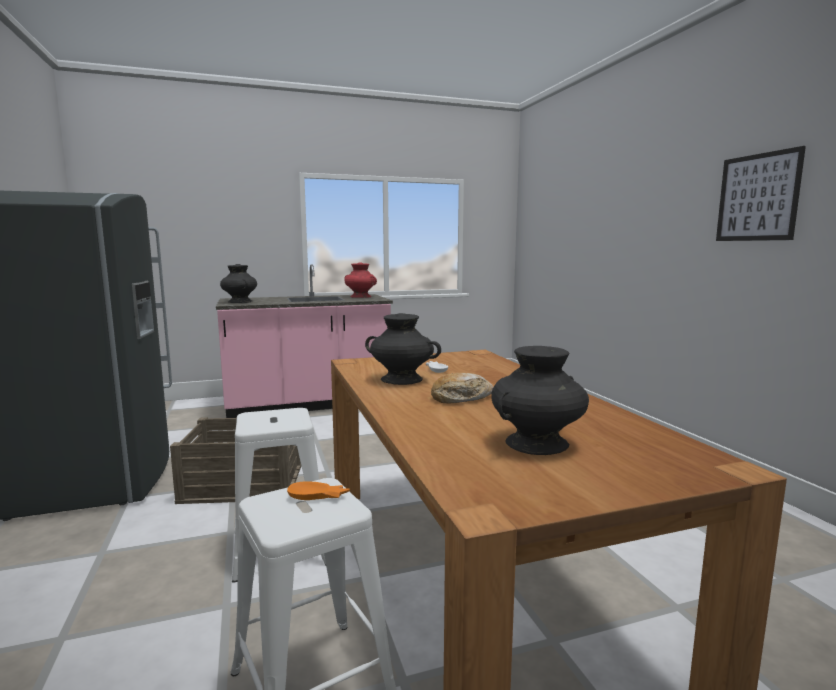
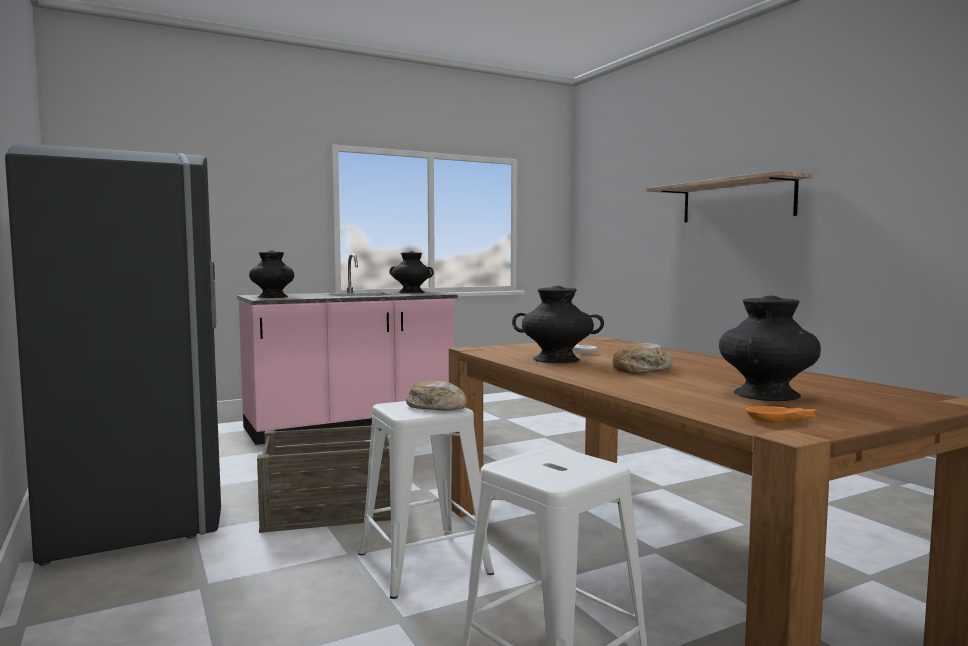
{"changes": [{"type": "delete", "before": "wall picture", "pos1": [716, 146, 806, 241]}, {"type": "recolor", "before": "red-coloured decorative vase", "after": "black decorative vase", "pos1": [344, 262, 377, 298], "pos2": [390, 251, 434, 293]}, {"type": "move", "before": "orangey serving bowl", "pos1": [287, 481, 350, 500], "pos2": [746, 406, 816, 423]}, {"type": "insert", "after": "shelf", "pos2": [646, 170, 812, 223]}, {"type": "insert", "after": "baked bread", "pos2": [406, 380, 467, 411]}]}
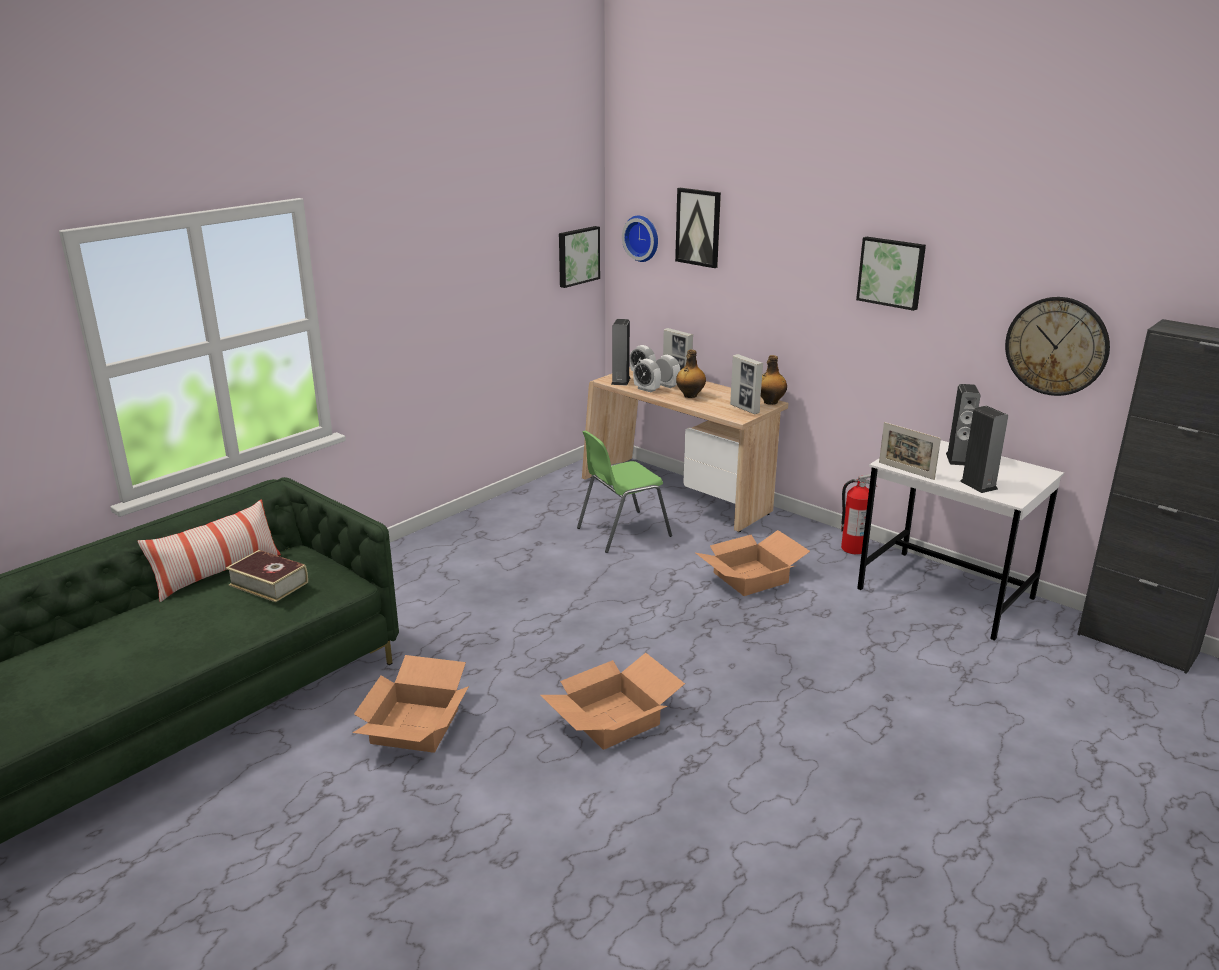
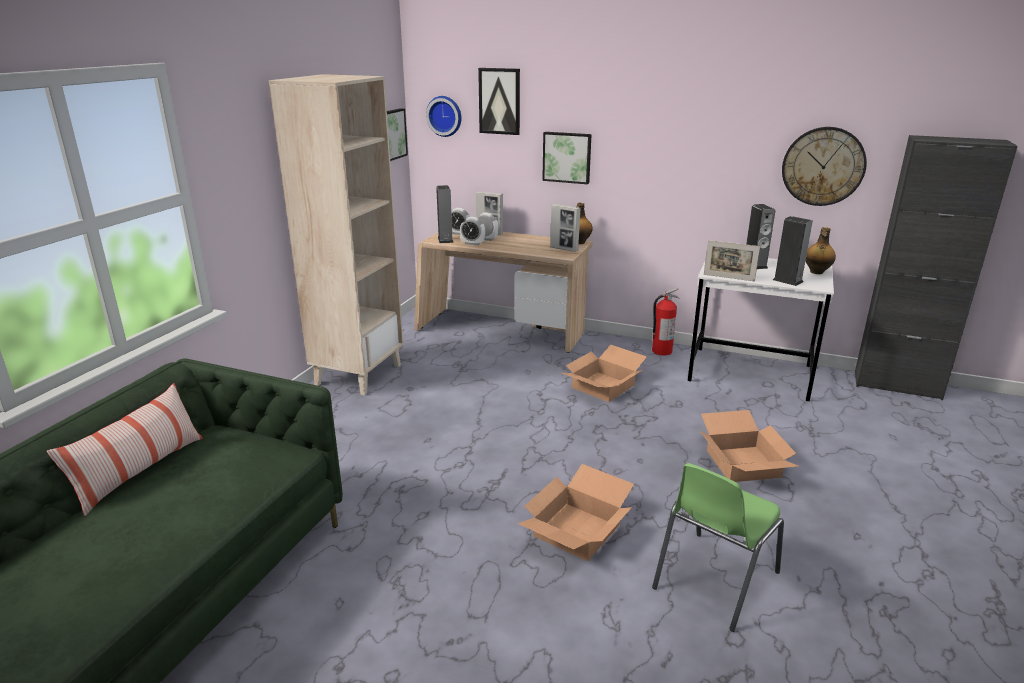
{"changes": [{"type": "move", "before": "wall picture", "pos1": [856, 237, 926, 311], "pos2": [542, 132, 592, 184]}, {"type": "move", "before": "drink bottle", "pos1": [676, 350, 706, 398], "pos2": [806, 227, 836, 274]}, {"type": "move", "before": "green-coloured upright chair", "pos1": [577, 430, 672, 553], "pos2": [652, 463, 784, 632]}, {"type": "delete", "before": "book", "pos1": [226, 550, 308, 602]}, {"type": "move", "before": "carton", "pos1": [353, 655, 469, 753], "pos2": [700, 410, 799, 482]}, {"type": "insert", "after": "beige bookshelf", "pos2": [269, 74, 403, 395]}]}
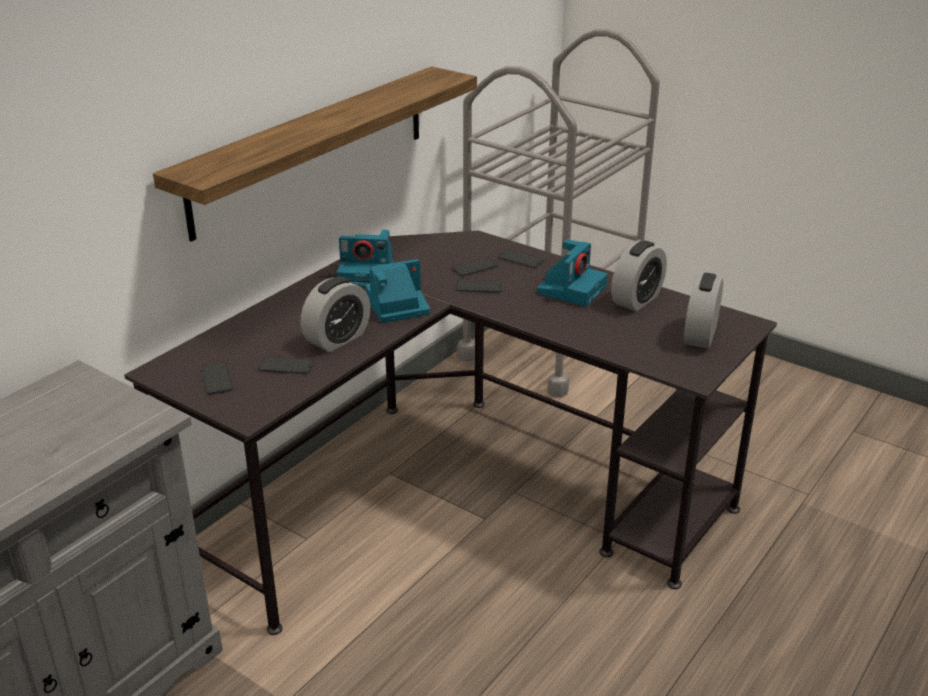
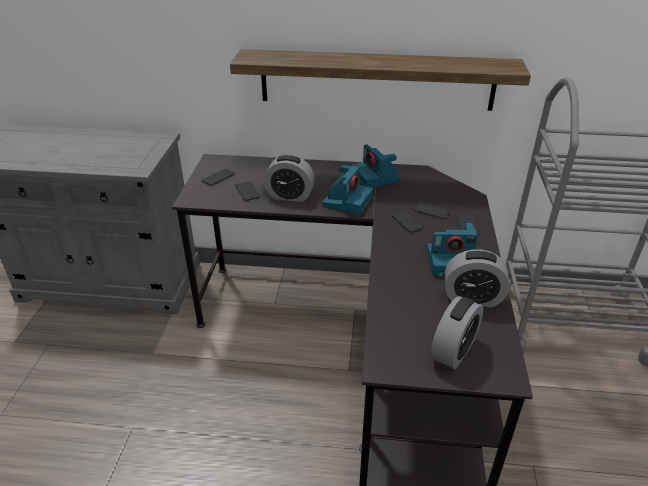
{"changes": [{"type": "rotate", "before": "still camera", "pos1": [365, 259, 430, 323], "pos2": [322, 165, 373, 215], "turn": 75}, {"type": "rotate", "before": "alarm clock", "pos1": [684, 273, 723, 348], "pos2": [431, 296, 483, 369], "turn": 135}]}
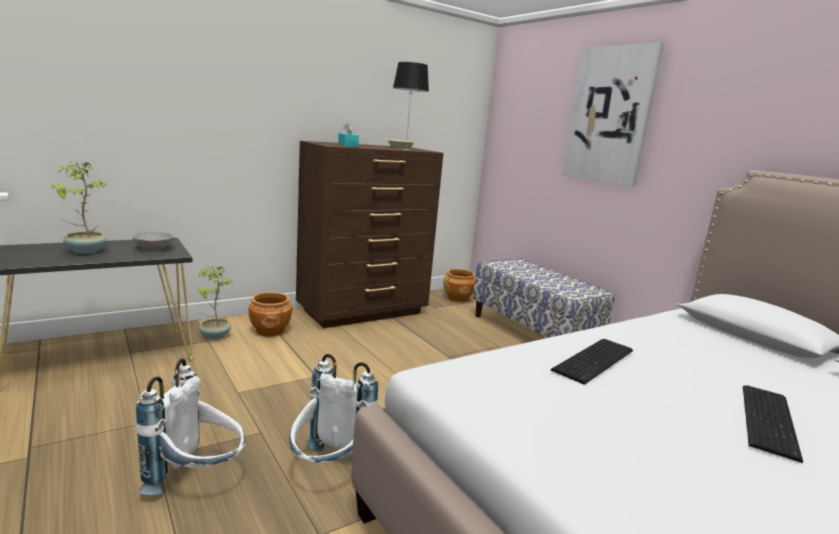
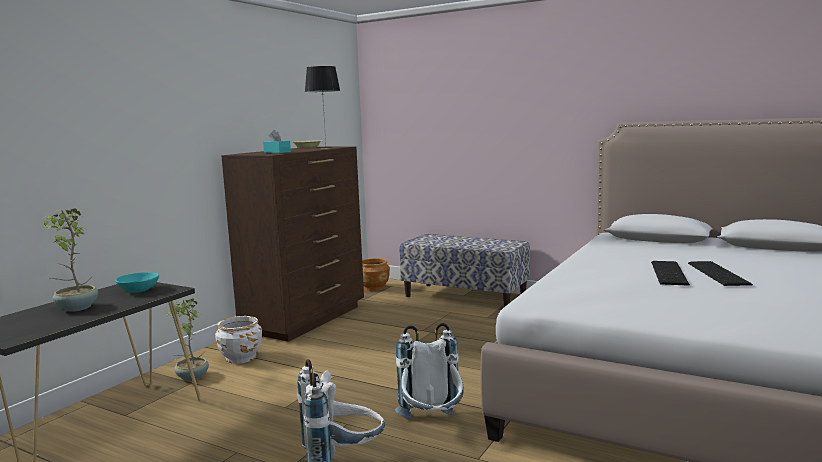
{"changes": [{"type": "delete", "before": "wall picture", "pos1": [562, 42, 664, 187]}, {"type": "recolor", "before": "gray serving bowl", "after": "blue-green serving bowl", "pos1": [132, 232, 174, 250], "pos2": [115, 272, 159, 293]}, {"type": "recolor", "before": "brown plant pot", "after": "white-coloured plant pot", "pos1": [248, 292, 293, 337], "pos2": [215, 316, 262, 364]}, {"type": "move", "before": "computer keyboard", "pos1": [551, 339, 633, 385], "pos2": [651, 261, 690, 286]}]}
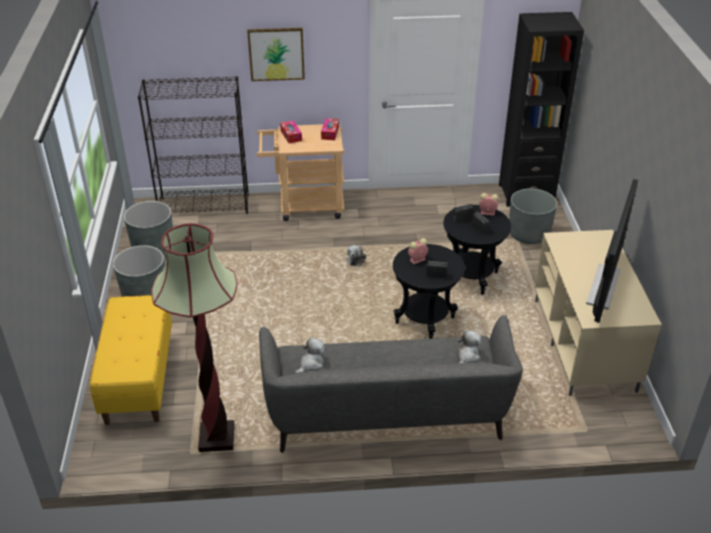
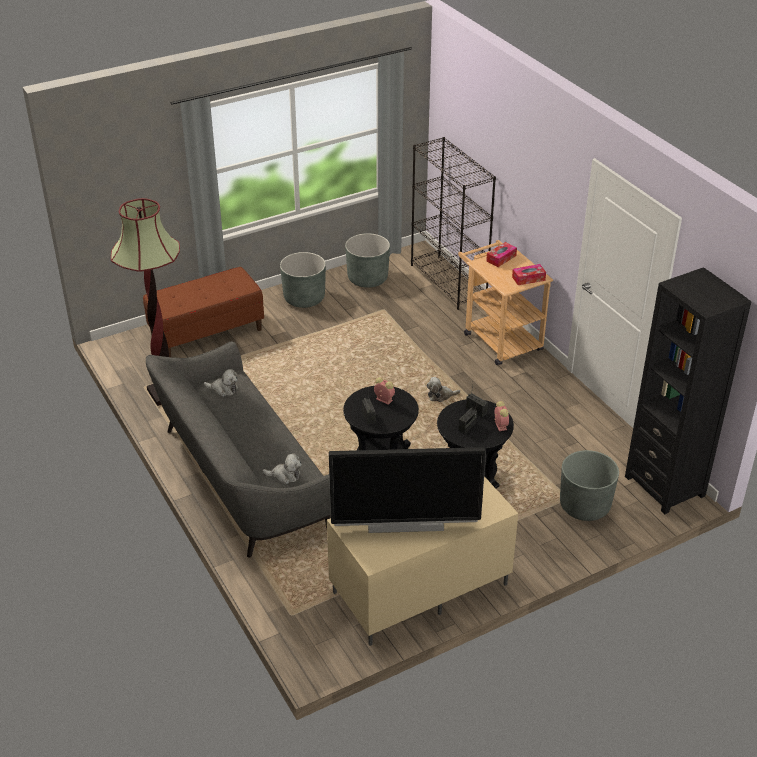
{"changes": [{"type": "delete", "before": "wall picture", "pos1": [247, 28, 305, 81]}, {"type": "recolor", "before": "yellowish long seat", "after": "brown long seat", "pos1": [90, 295, 172, 425], "pos2": [143, 267, 264, 357]}]}
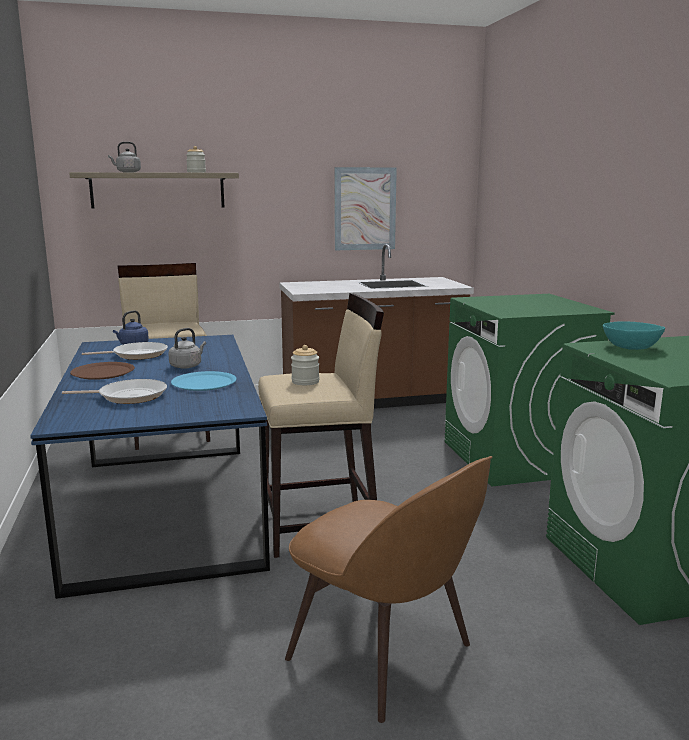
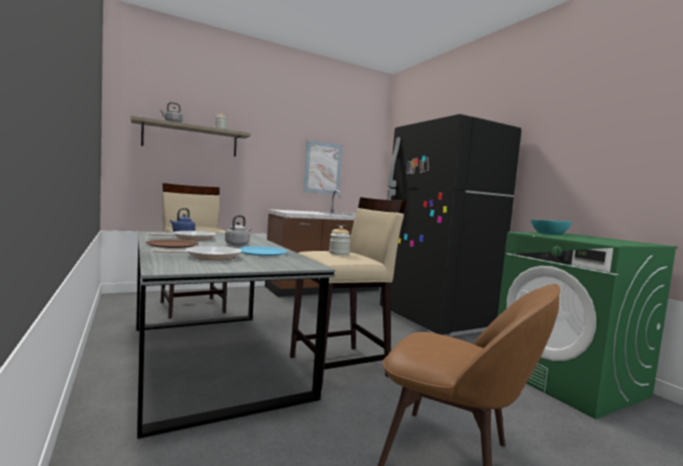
{"changes": [{"type": "replace", "before": "green-coloured laundry machine", "after": "black kitchen fridge", "pos1": [445, 294, 615, 486], "pos2": [380, 114, 521, 336]}, {"type": "recolor", "before": "blue-coloured dinner table", "after": "gray dinner table", "pos1": [30, 335, 270, 599], "pos2": [136, 231, 335, 439]}]}
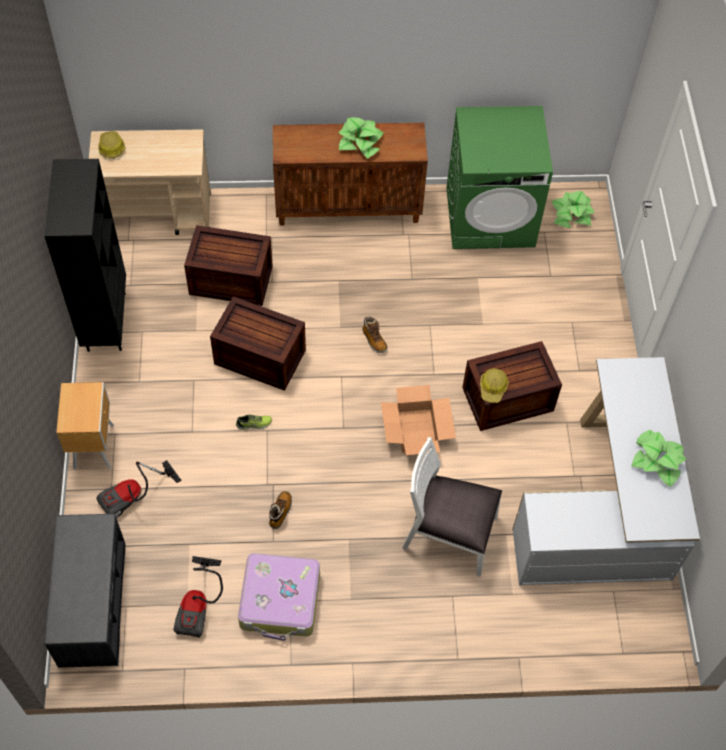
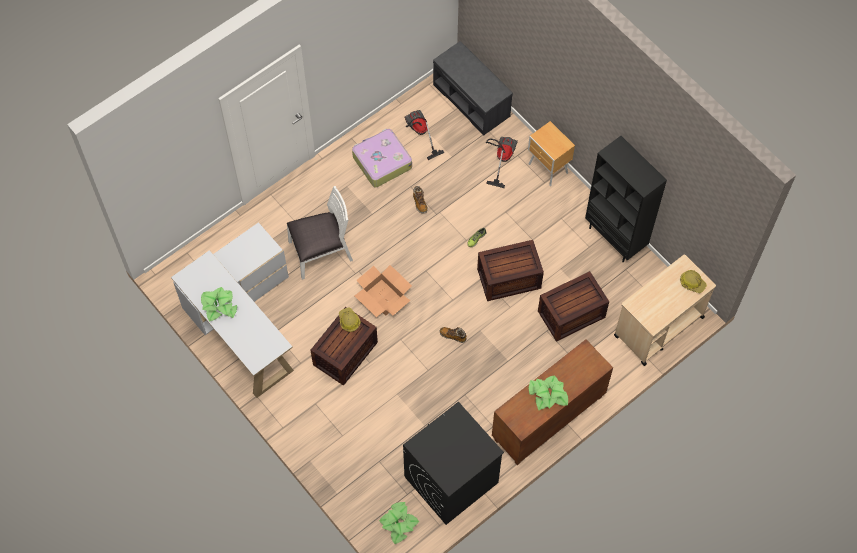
{"changes": [{"type": "recolor", "before": "green-coloured laundry machine", "after": "black laundry machine", "pos1": [447, 106, 553, 249], "pos2": [403, 402, 504, 525]}]}
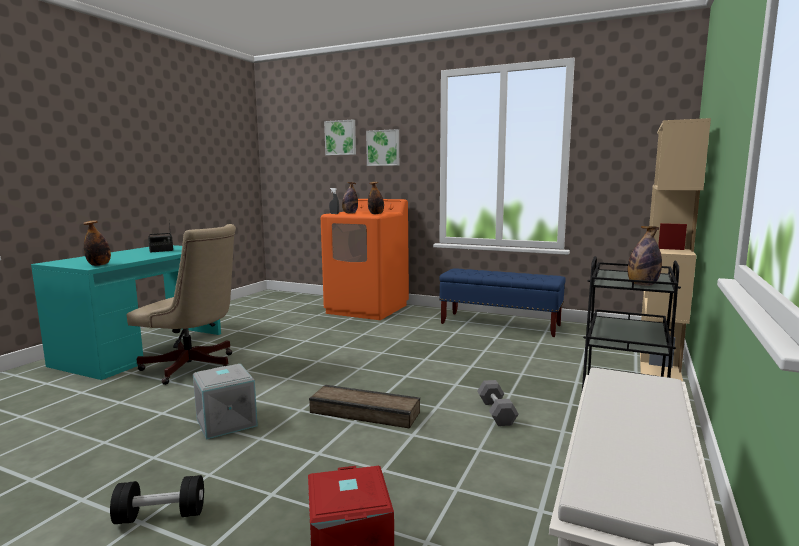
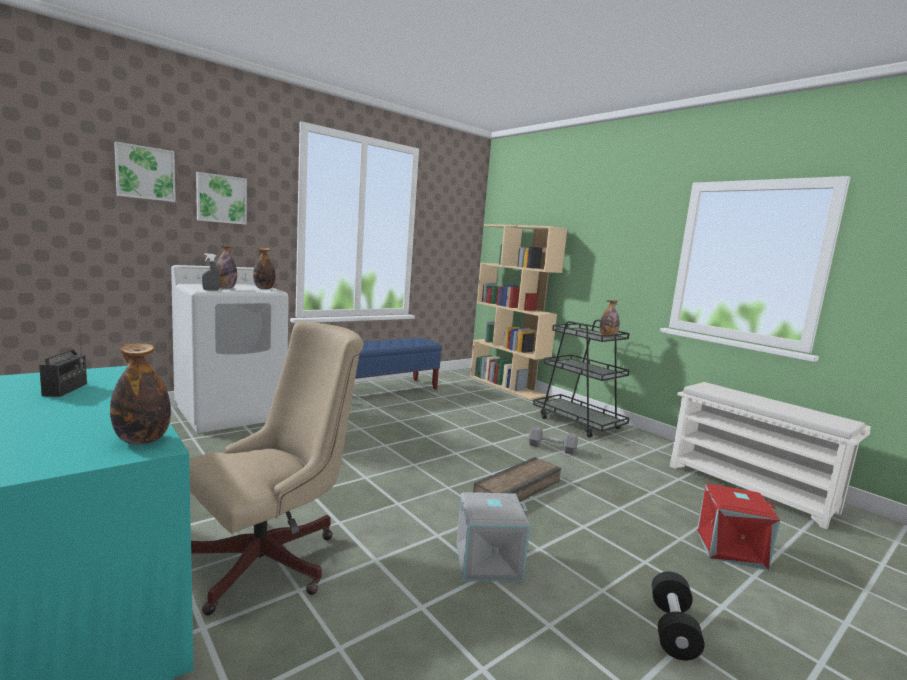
{"changes": [{"type": "recolor", "before": "orangey laundry machine", "after": "white-coloured laundry machine", "pos1": [321, 199, 409, 320], "pos2": [171, 265, 289, 433]}]}
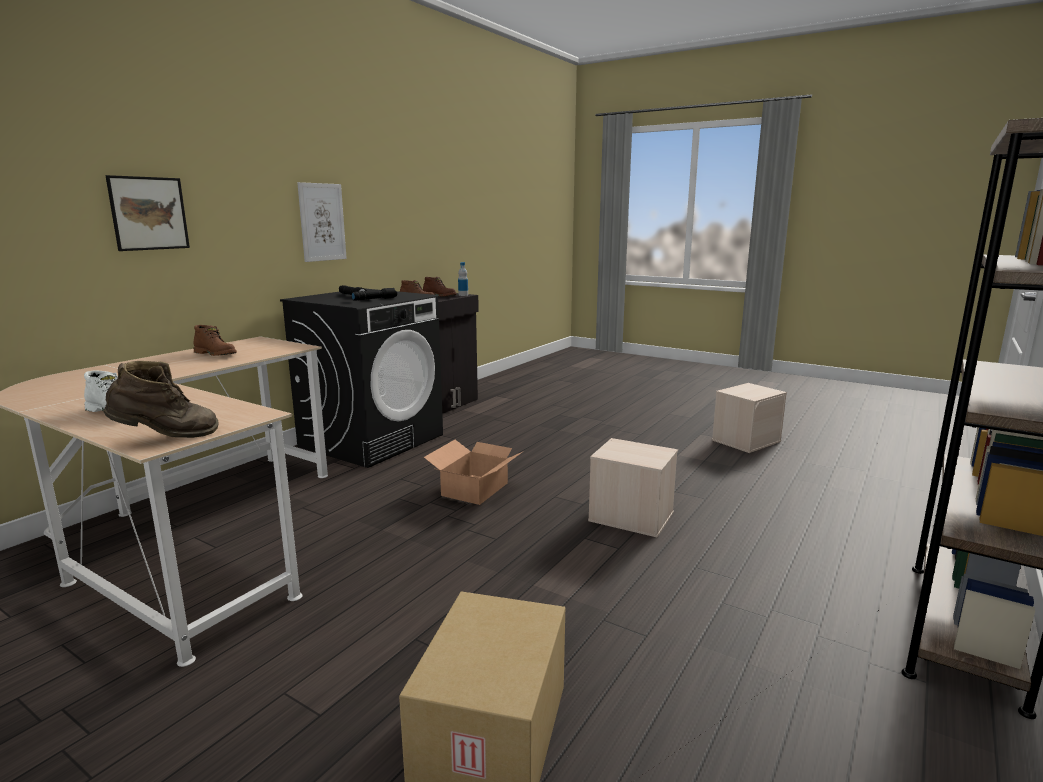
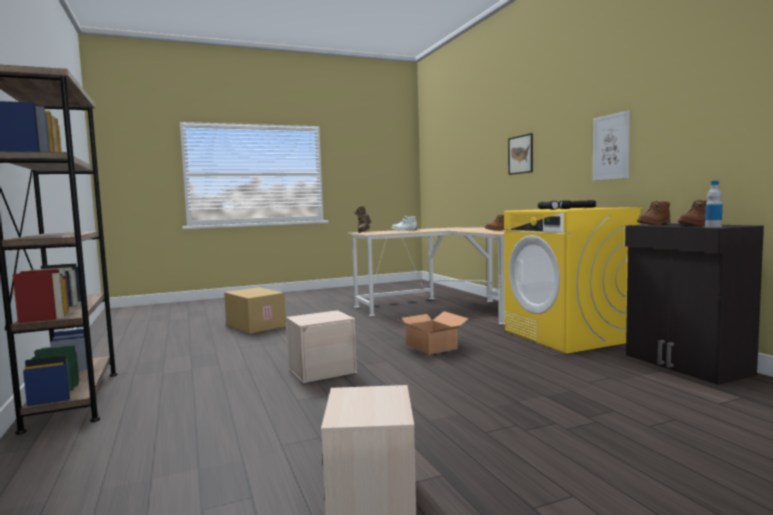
{"changes": [{"type": "recolor", "before": "black laundry machine", "after": "yellowish laundry machine", "pos1": [280, 289, 443, 468], "pos2": [504, 207, 643, 354]}]}
